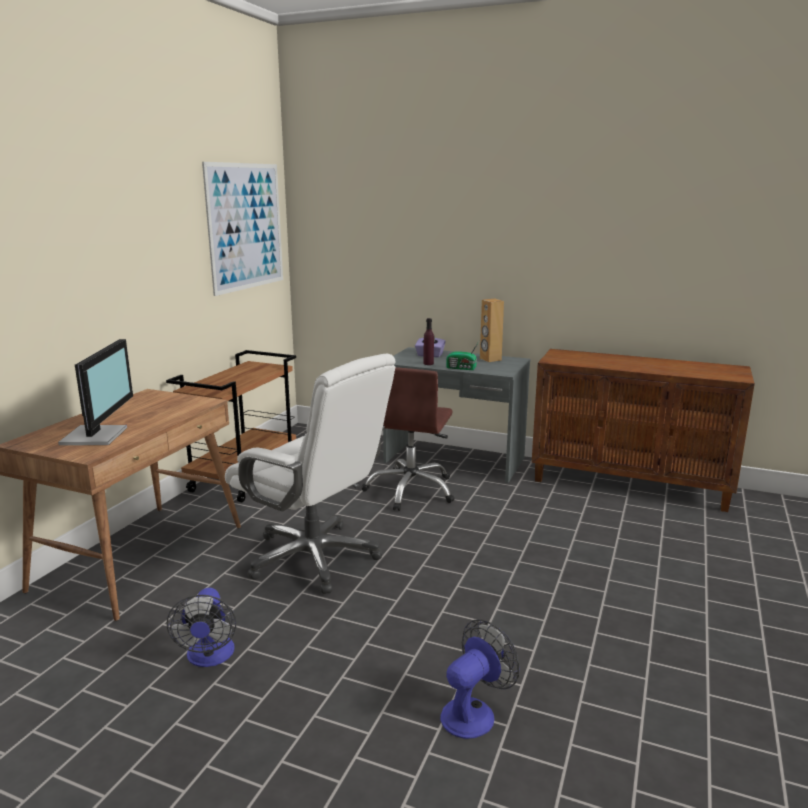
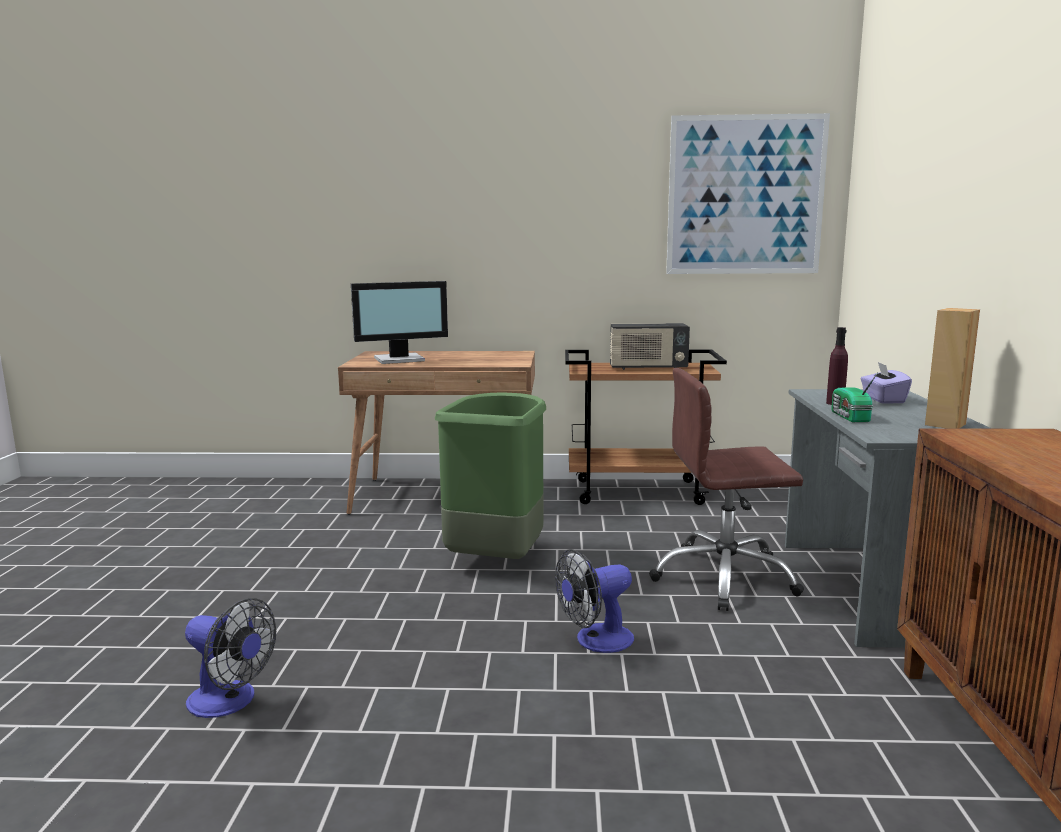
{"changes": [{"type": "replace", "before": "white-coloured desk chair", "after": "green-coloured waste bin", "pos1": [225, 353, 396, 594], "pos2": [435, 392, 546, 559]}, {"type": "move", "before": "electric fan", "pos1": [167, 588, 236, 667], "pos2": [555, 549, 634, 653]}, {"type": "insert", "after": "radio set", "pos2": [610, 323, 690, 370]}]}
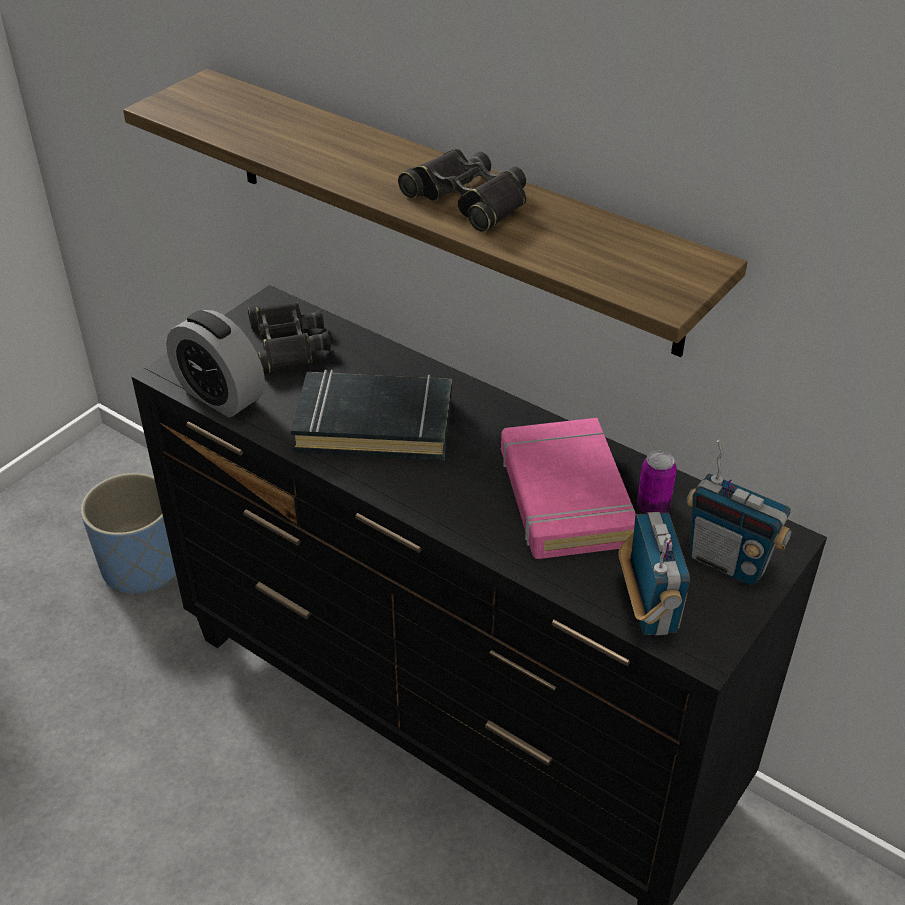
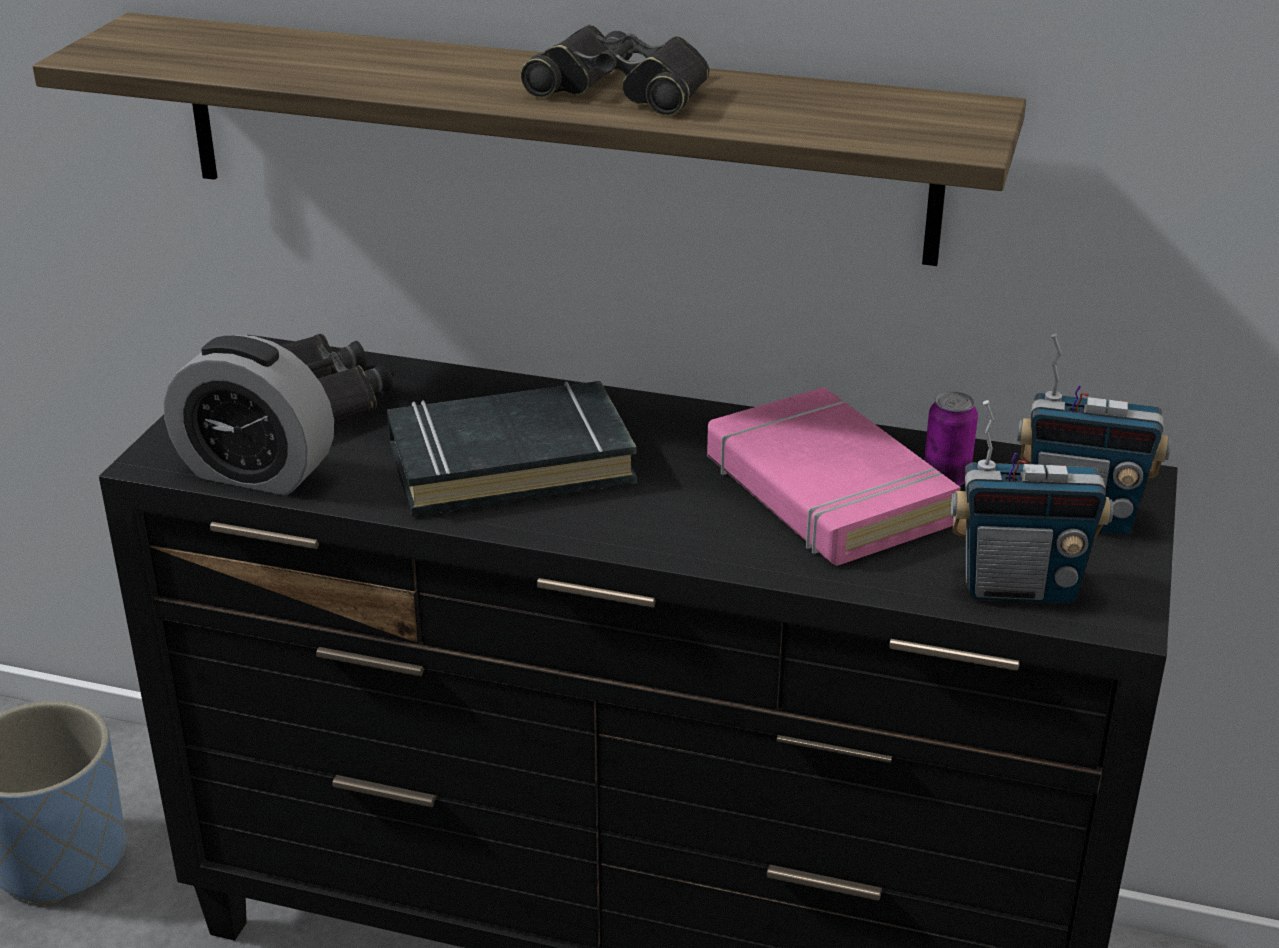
{"changes": [{"type": "rotate", "before": "radio set", "pos1": [618, 512, 690, 636], "pos2": [951, 400, 1113, 604], "turn": 120}]}
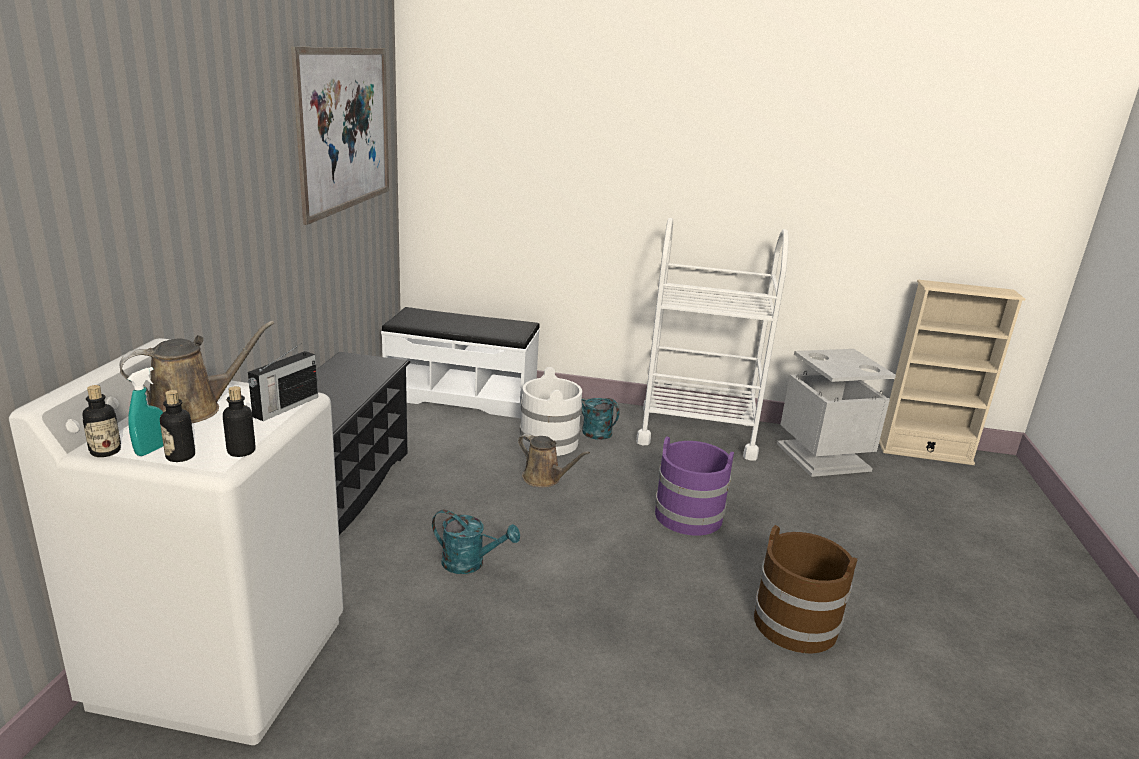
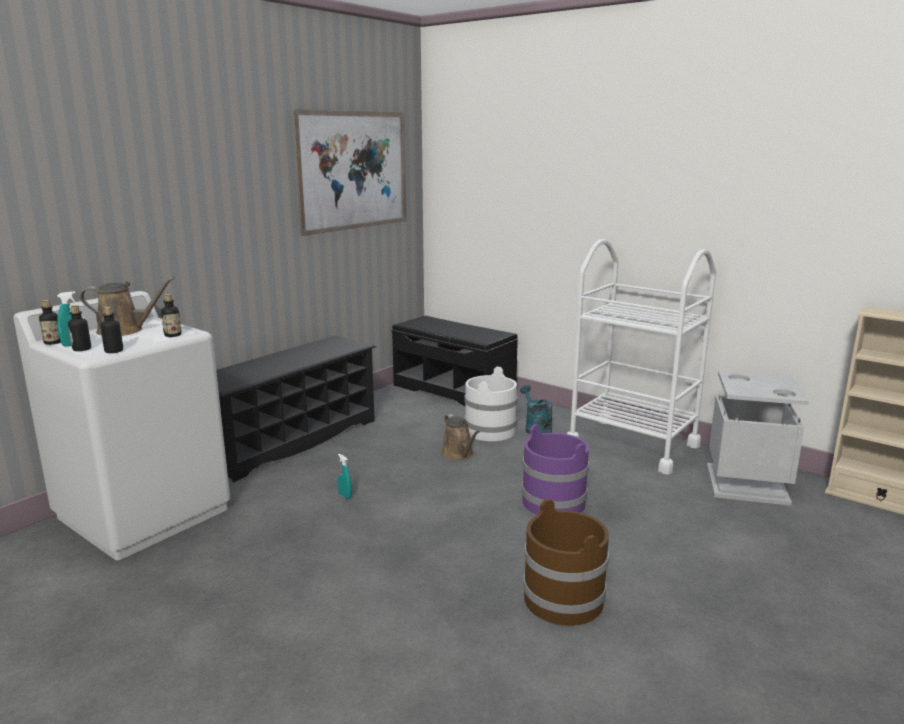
{"changes": [{"type": "recolor", "before": "white-coloured long seat", "after": "black long seat", "pos1": [381, 307, 540, 419], "pos2": [392, 316, 518, 406]}, {"type": "replace", "before": "radio set", "after": "drink bottle", "pos1": [248, 343, 318, 421], "pos2": [161, 294, 182, 337]}, {"type": "replace", "before": "blue-green sprinkling can", "after": "blue-green sprayer", "pos1": [432, 510, 520, 574], "pos2": [338, 454, 352, 499]}]}
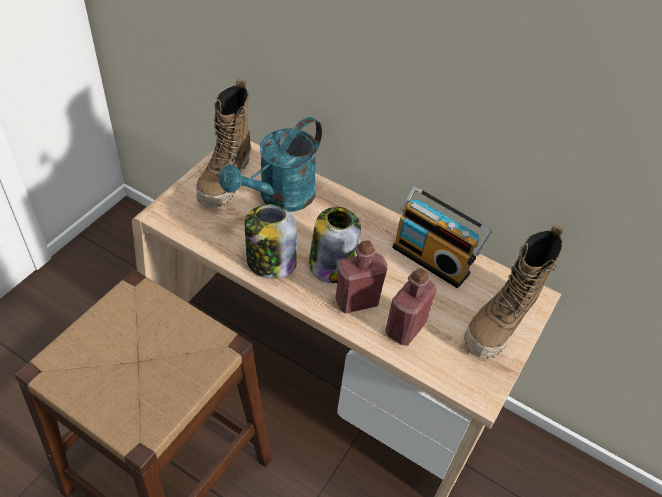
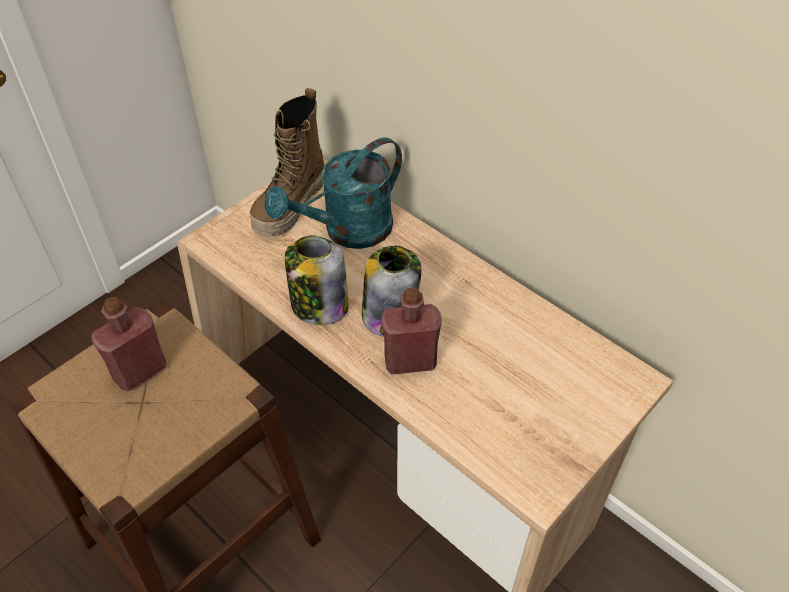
{"changes": [{"type": "delete", "before": "radio set", "pos1": [392, 186, 492, 288]}, {"type": "delete", "before": "boot", "pos1": [464, 225, 564, 359]}, {"type": "move", "before": "red-coloured drink bottle", "pos1": [385, 268, 437, 345], "pos2": [92, 297, 166, 391]}]}
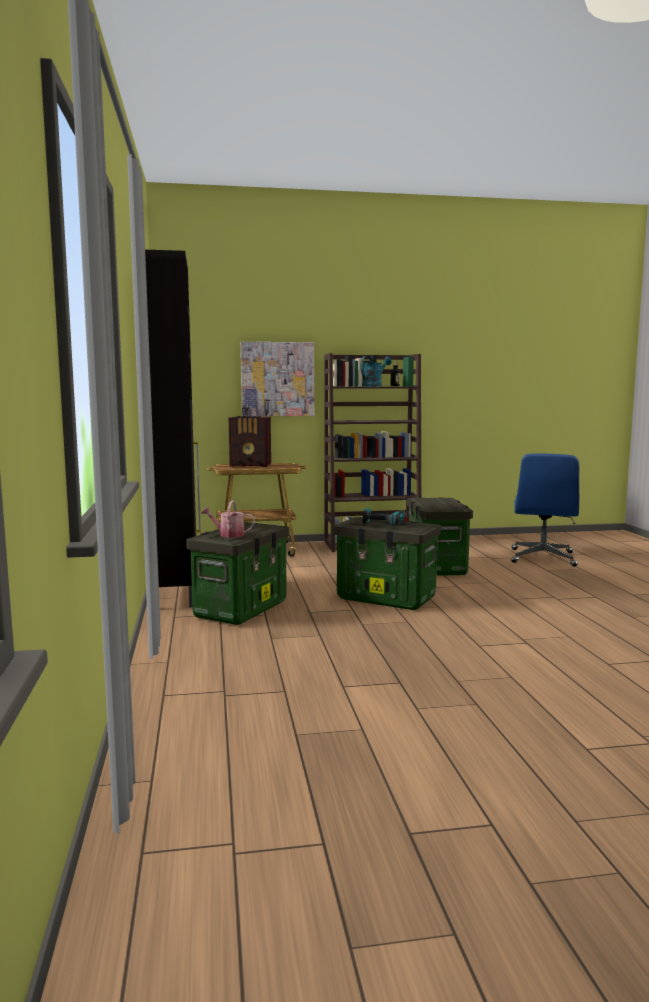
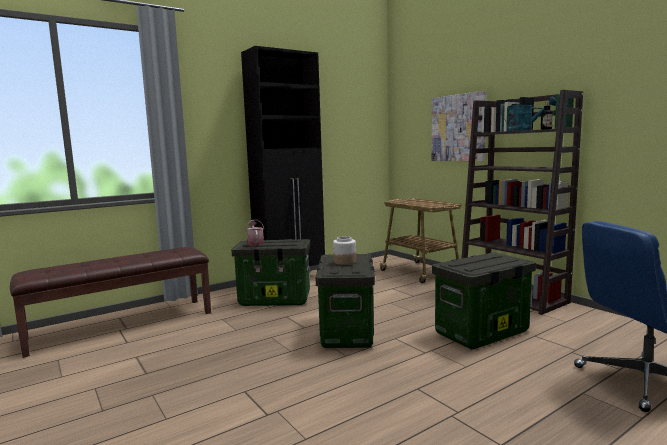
{"changes": [{"type": "delete", "before": "radio set", "pos1": [229, 416, 271, 467]}, {"type": "replace", "before": "power drill", "after": "storage jar", "pos1": [363, 508, 407, 526], "pos2": [333, 236, 356, 265]}, {"type": "insert", "after": "brown long seat", "pos2": [10, 247, 211, 358]}]}
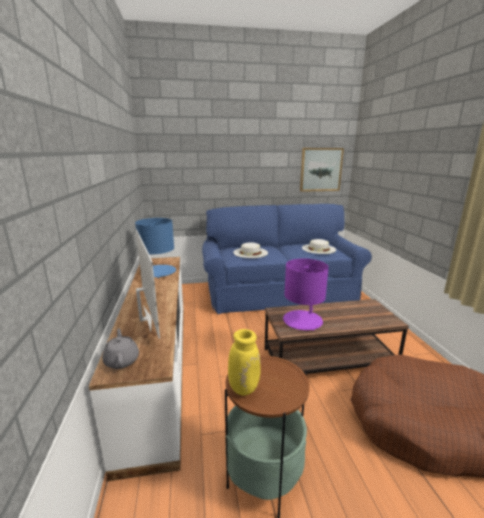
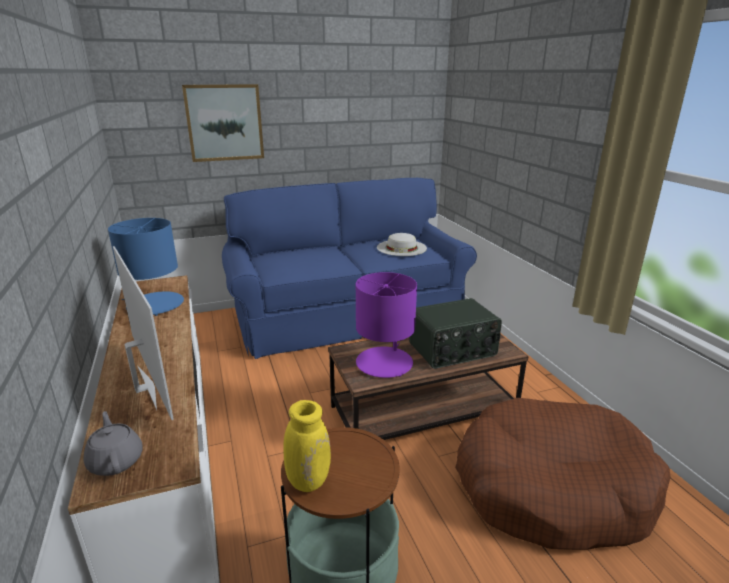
{"changes": [{"type": "move", "before": "wall picture", "pos1": [300, 148, 344, 192], "pos2": [182, 84, 264, 162]}, {"type": "delete", "before": "white-coloured clothing hat", "pos1": [233, 242, 268, 258]}, {"type": "insert", "after": "radio set", "pos2": [409, 298, 502, 369]}]}
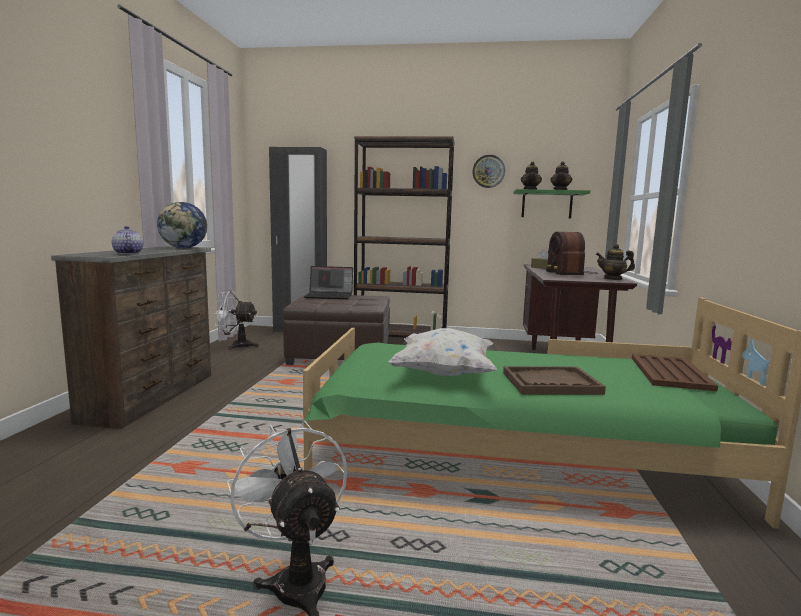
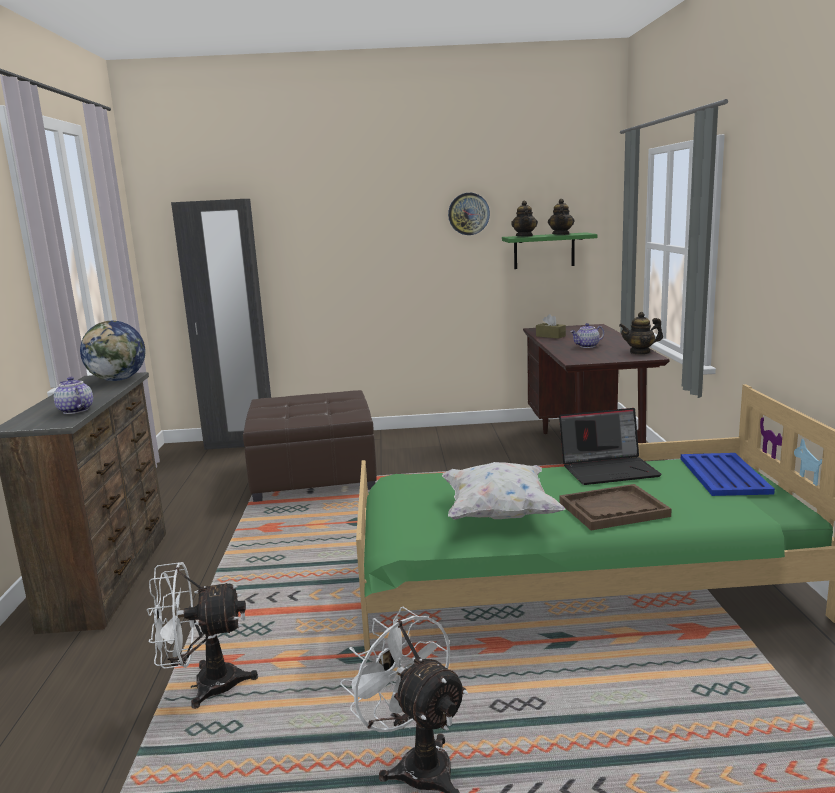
{"changes": [{"type": "delete", "before": "brown bookshelf", "pos1": [354, 136, 455, 338]}, {"type": "replace", "before": "radio set", "after": "pot for tea", "pos1": [546, 232, 598, 275], "pos2": [570, 323, 604, 348]}, {"type": "move", "before": "laptop", "pos1": [304, 266, 353, 299], "pos2": [559, 408, 662, 485]}, {"type": "move", "before": "white-coloured electric fan", "pos1": [213, 291, 259, 350], "pos2": [146, 562, 258, 709]}, {"type": "recolor", "before": "brown carrying tray", "after": "blue-coloured carrying tray", "pos1": [632, 354, 718, 391], "pos2": [681, 453, 775, 496]}]}
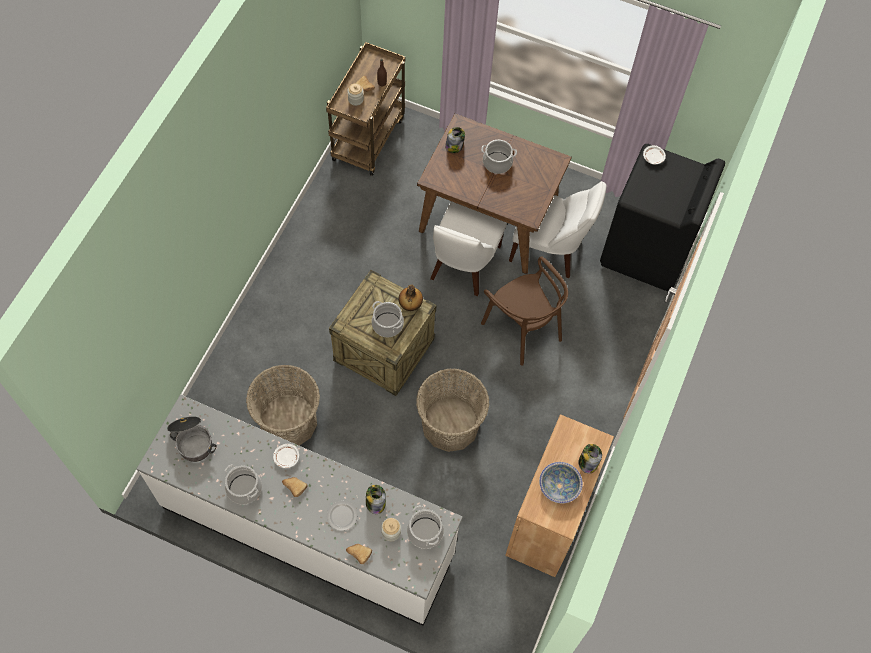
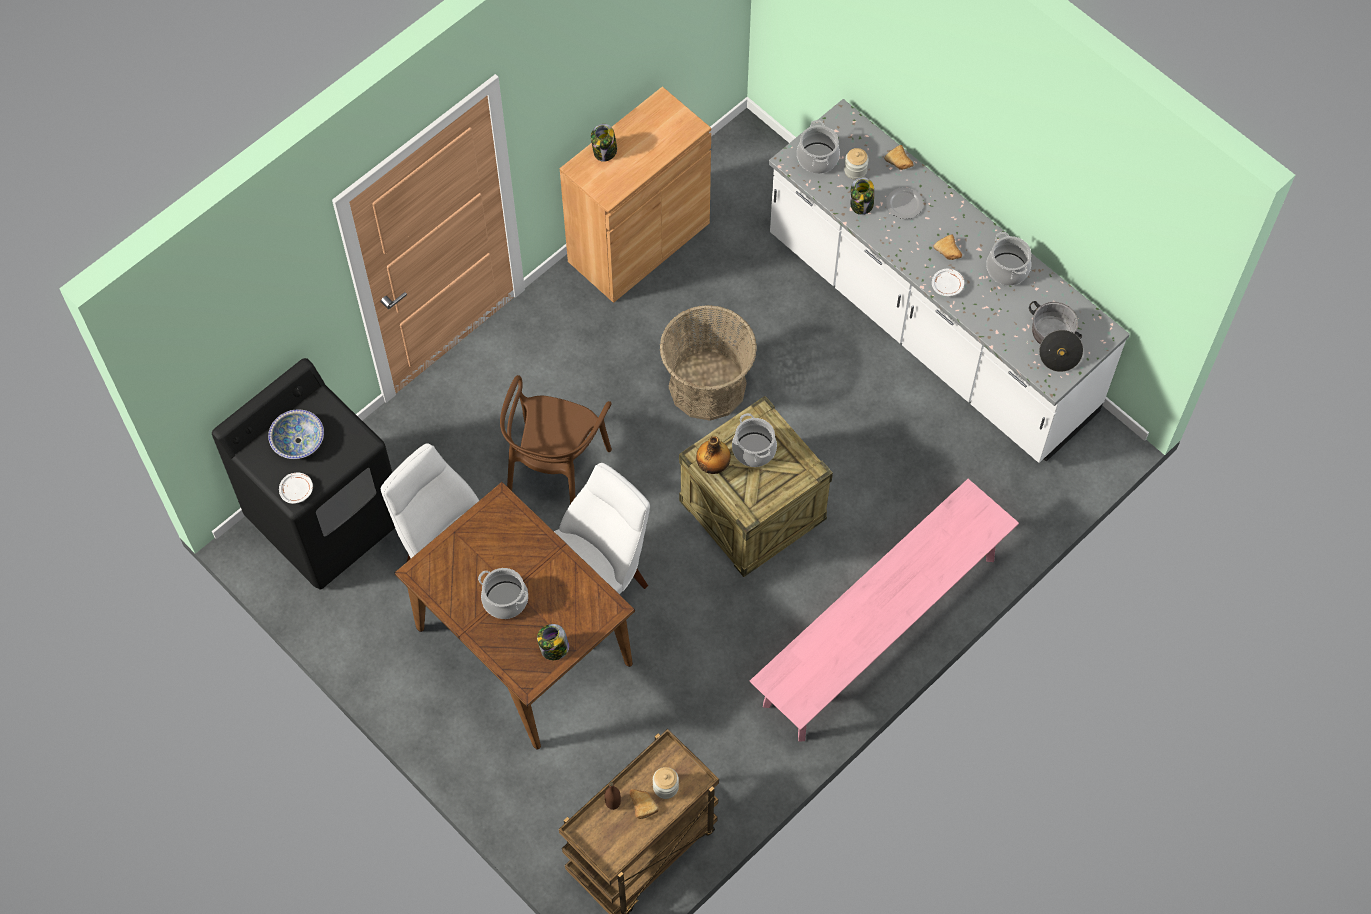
{"changes": [{"type": "rotate", "before": "brown upright chair", "pos1": [481, 257, 568, 366], "pos2": [500, 375, 612, 504], "turn": -150}, {"type": "delete", "before": "household basket", "pos1": [246, 365, 320, 446]}, {"type": "move", "before": "serving bowl", "pos1": [539, 462, 583, 503], "pos2": [268, 409, 324, 459]}, {"type": "insert", "after": "pink long seat", "pos2": [750, 479, 1019, 742]}]}
